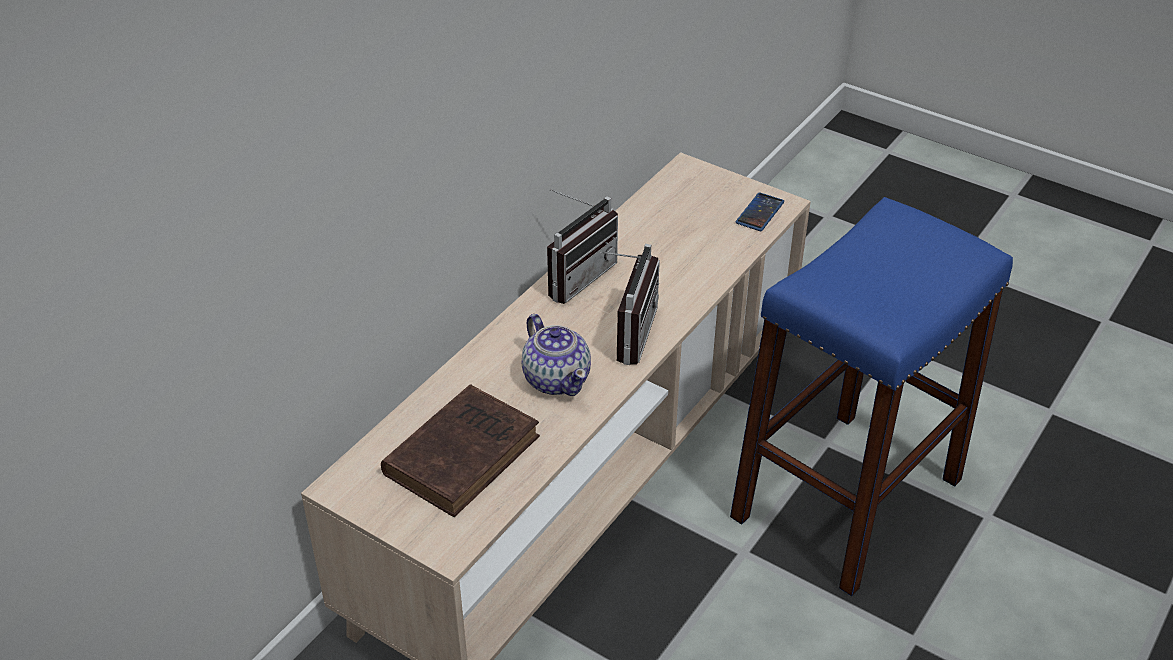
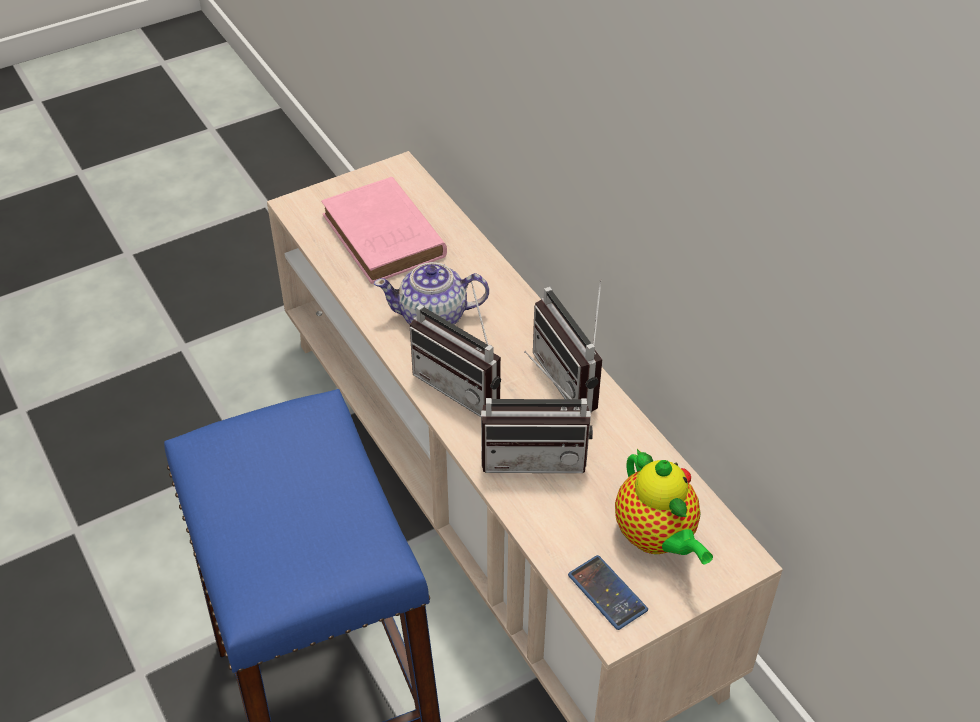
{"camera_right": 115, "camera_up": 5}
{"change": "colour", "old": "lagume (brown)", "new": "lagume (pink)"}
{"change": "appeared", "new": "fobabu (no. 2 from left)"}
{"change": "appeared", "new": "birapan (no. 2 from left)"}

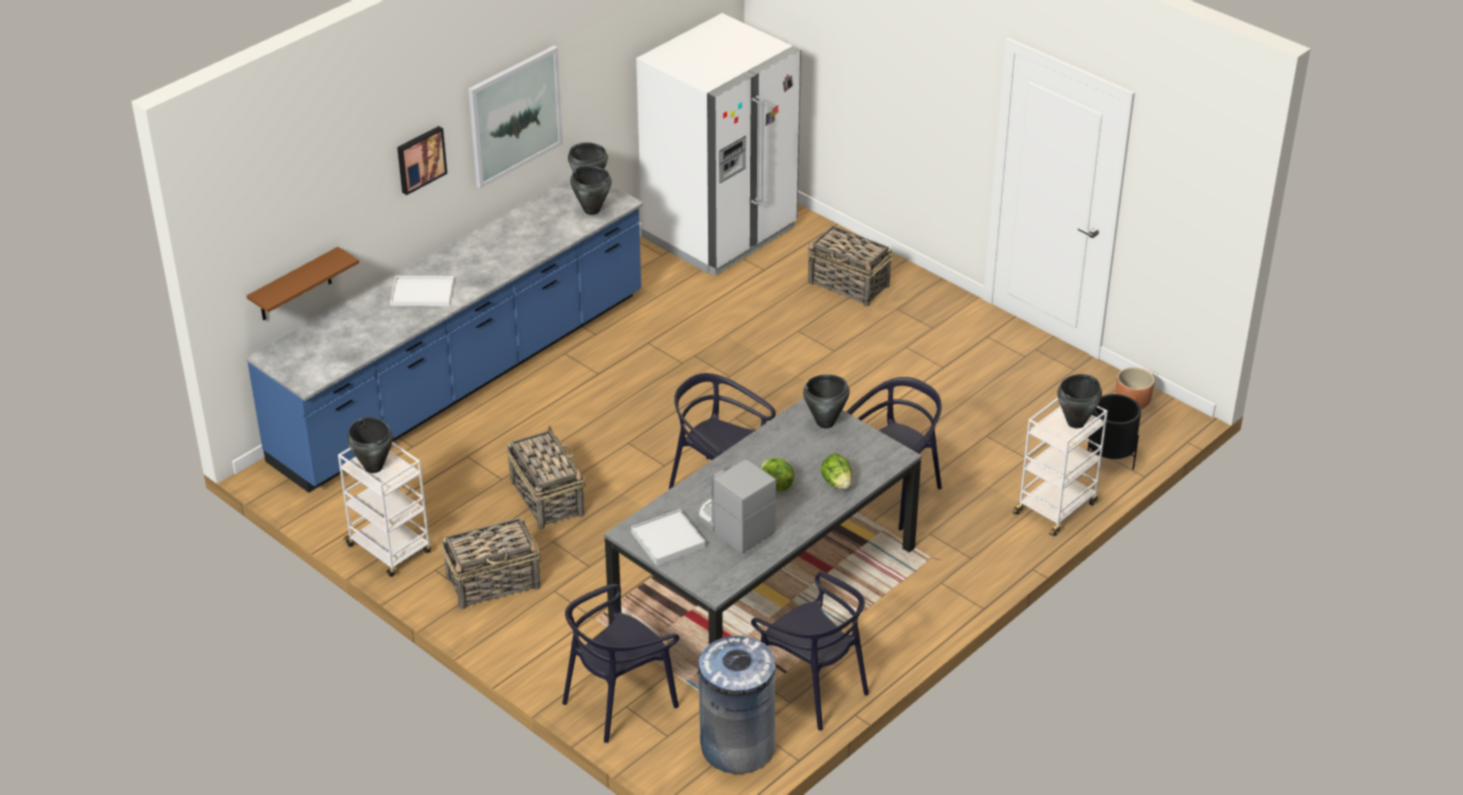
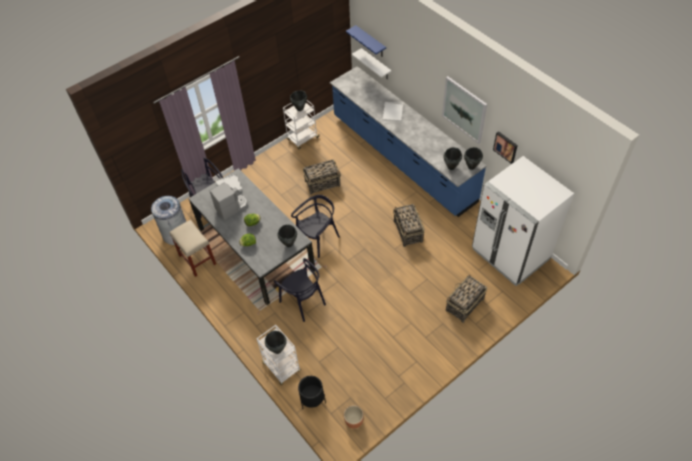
{"camera_right": 100, "camera_up": 15}
{"change": "colour", "old": "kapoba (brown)", "new": "kapoba (white)"}
{"change": "relocated", "old": "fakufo (no. 1 from left in the first image)", "new": "fakufo (no. 2 from left)"}
{"change": "relocated", "old": "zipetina (no. 1 from left in the first image)", "new": "zipetina (no. 2 from left)"}
{"change": "exchanged", "old": "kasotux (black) (no. 3 from left)", "new": "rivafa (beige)"}
{"change": "appeared", "new": "kapoba (blue)"}

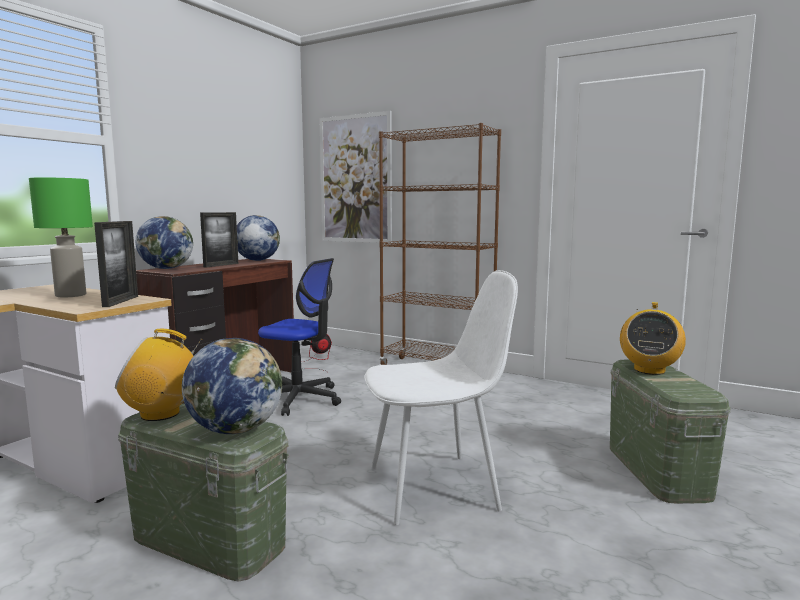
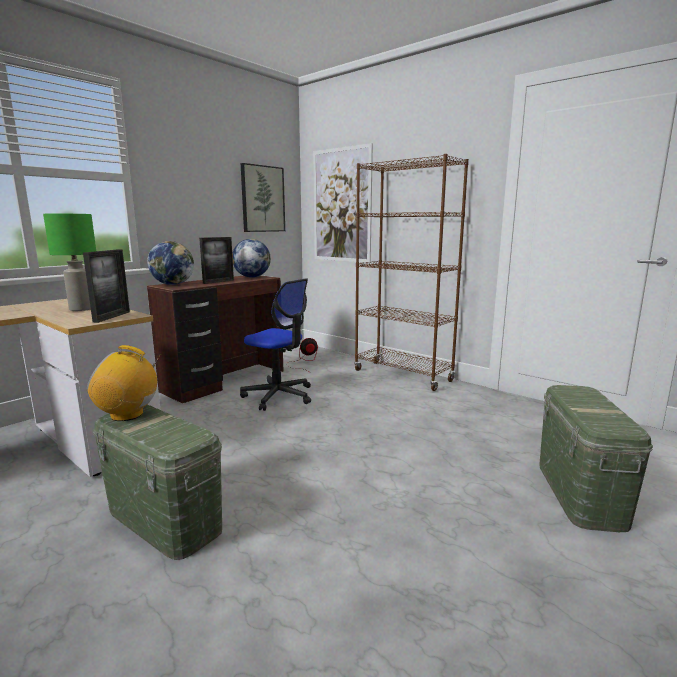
{"camera_right": 10, "camera_up": 5}
{"change": "missing", "old": "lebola (no. 2 from left)"}
{"change": "missing", "old": "kasotux (white)"}
{"change": "missing", "old": "fobabu (no. 2 from left)"}
{"change": "appeared", "new": "fakufo (no. 1 from left)"}

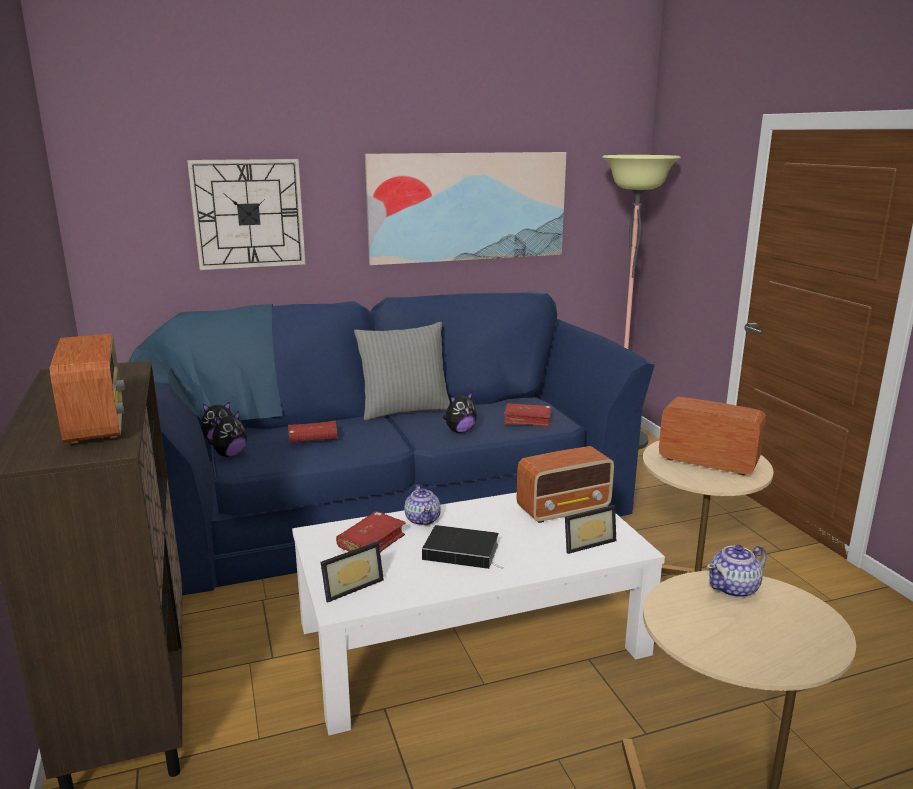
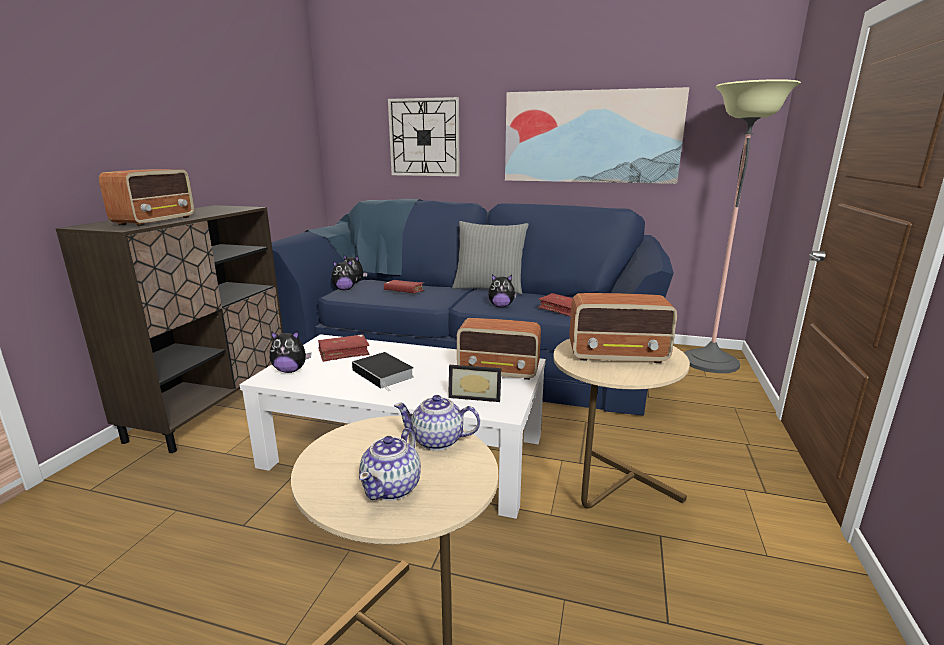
{"camera_right": 35, "camera_up": 0}
{"change": "exchanged", "old": "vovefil (no. 1 from left)", "new": "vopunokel (no. 1 from left)"}
{"change": "relocated", "old": "birapan (no. 1 from left)"}
{"change": "spun", "old": "fobabu (no. 3 from left)", "degrees": 120}

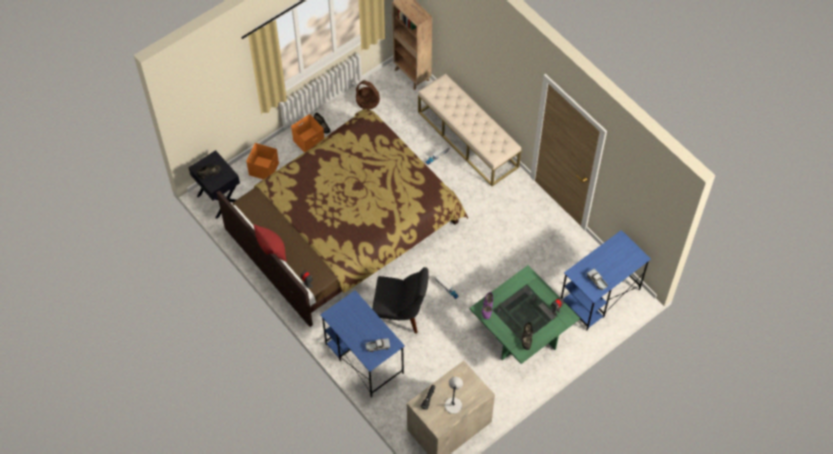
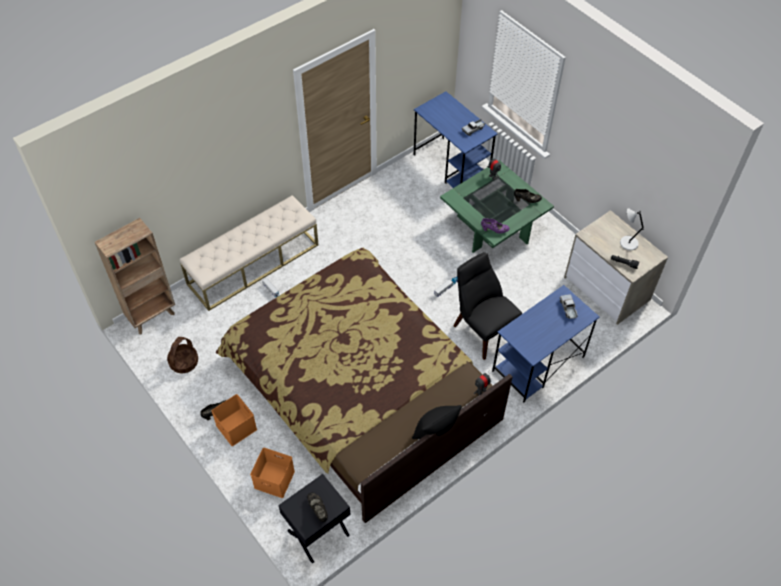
{"camera_right": -90, "camera_up": -5}
{"change": "colour", "old": "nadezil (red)", "new": "nadezil (black)"}
{"change": "spun", "old": "kasotux (black)", "degrees": -45}

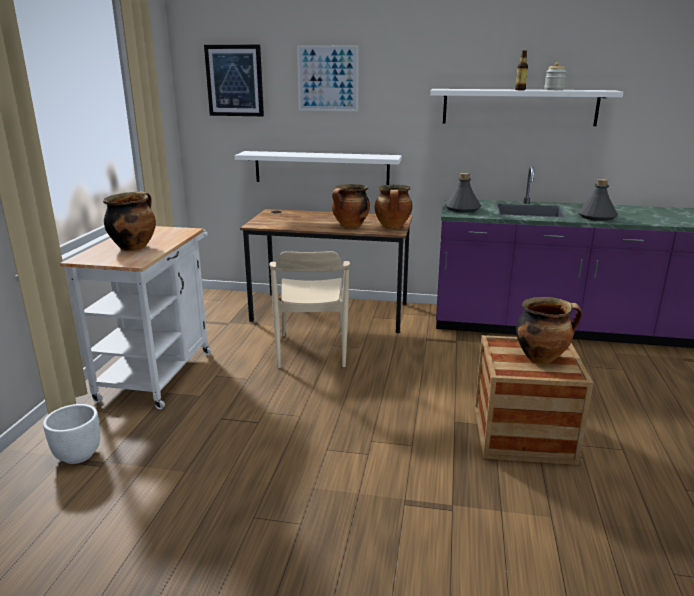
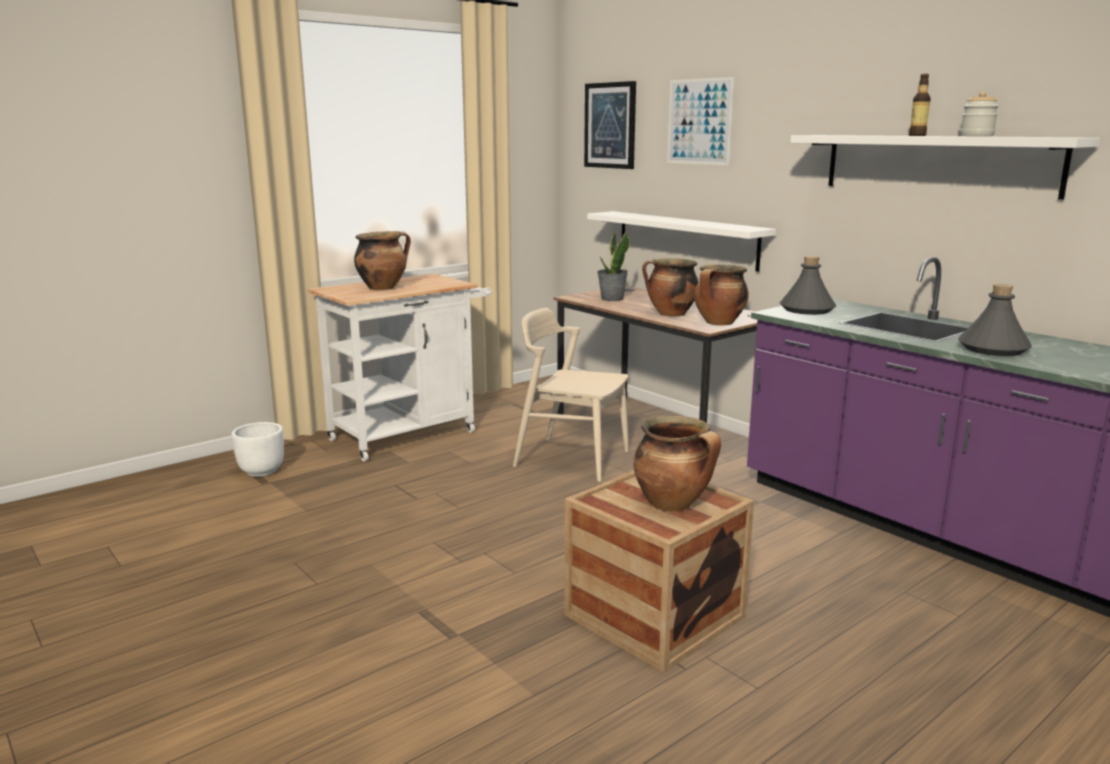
{"camera_right": 40, "camera_up": -5}
{"change": "spun", "old": "kasotux (beige)", "degrees": 75}
{"change": "appeared", "new": "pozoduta"}

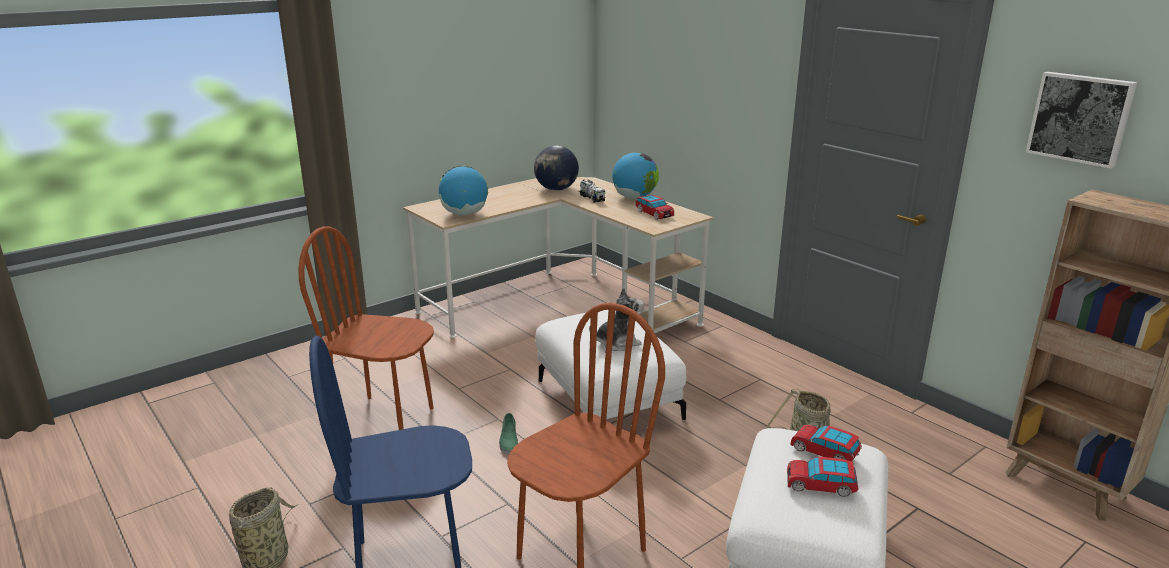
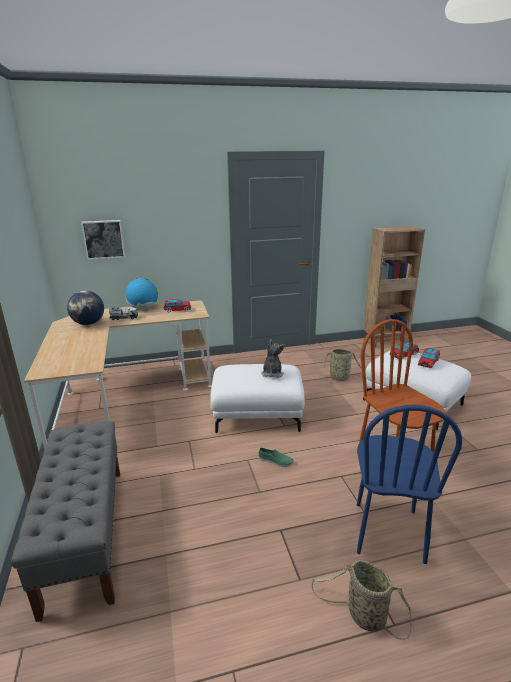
{"camera_right": -65, "camera_up": 0}
{"change": "missing", "old": "kasotux (brown) (no. 1 from left)"}
{"change": "missing", "old": "lebola (no. 1 from left)"}
{"change": "relocated", "old": "fakufo"}
{"change": "appeared", "new": "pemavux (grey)"}

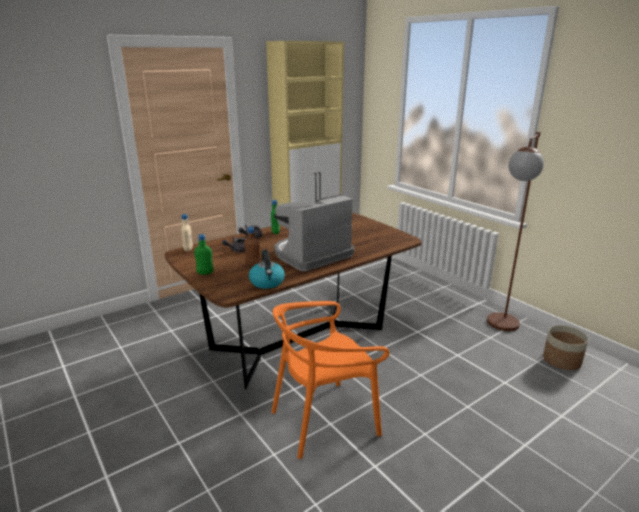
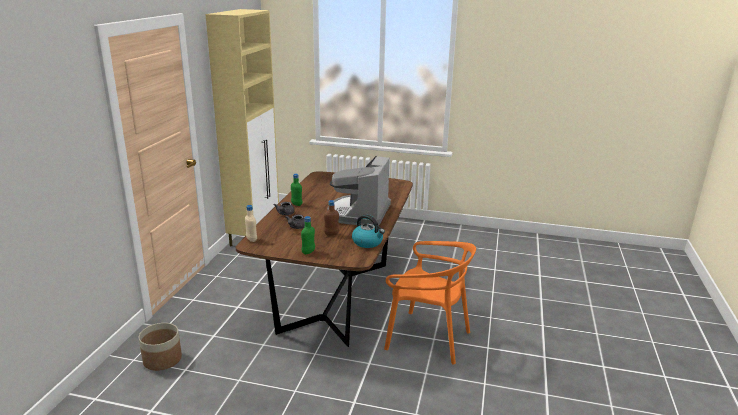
{"camera_right": -40, "camera_up": 0}
{"change": "spun", "old": "kasotux (orange)", "degrees": -90}
{"change": "missing", "old": "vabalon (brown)"}
{"change": "relocated", "old": "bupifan"}

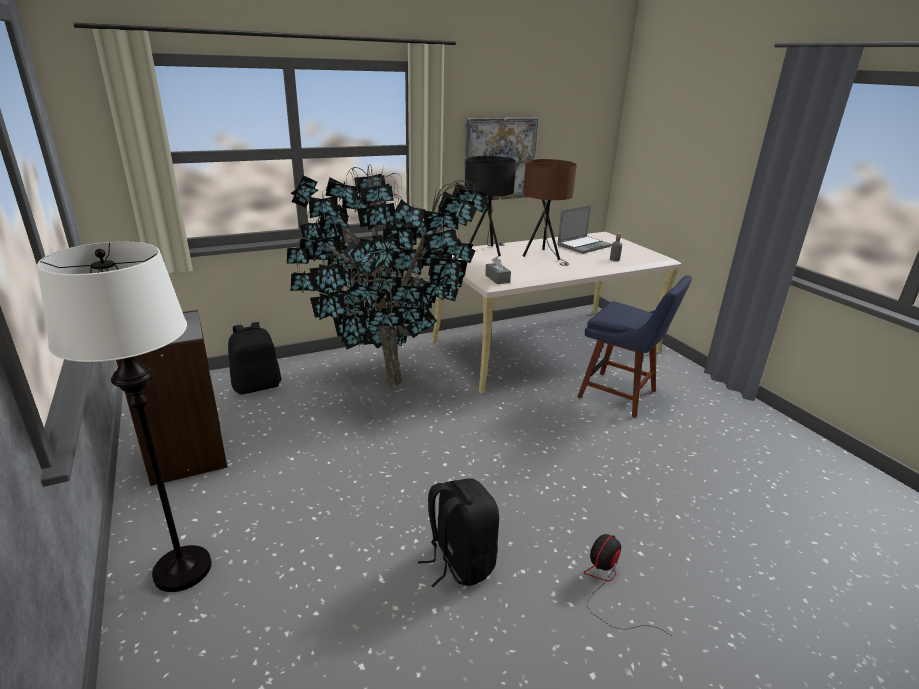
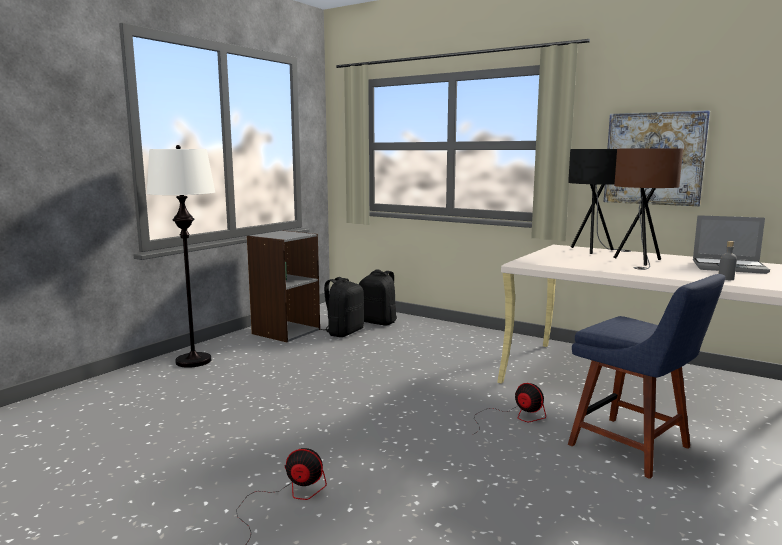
{"camera_right": 60, "camera_up": -15}
{"change": "missing", "old": "pozoduta"}
{"change": "relocated", "old": "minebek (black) (no. 2 from left in the first image)", "new": "minebek (black) (no. 1 from left)"}
{"change": "missing", "old": "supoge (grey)"}
{"change": "spun", "old": "kasotux (blue)", "degrees": -45}
{"change": "appeared", "new": "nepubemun (no. 2 from left)"}

